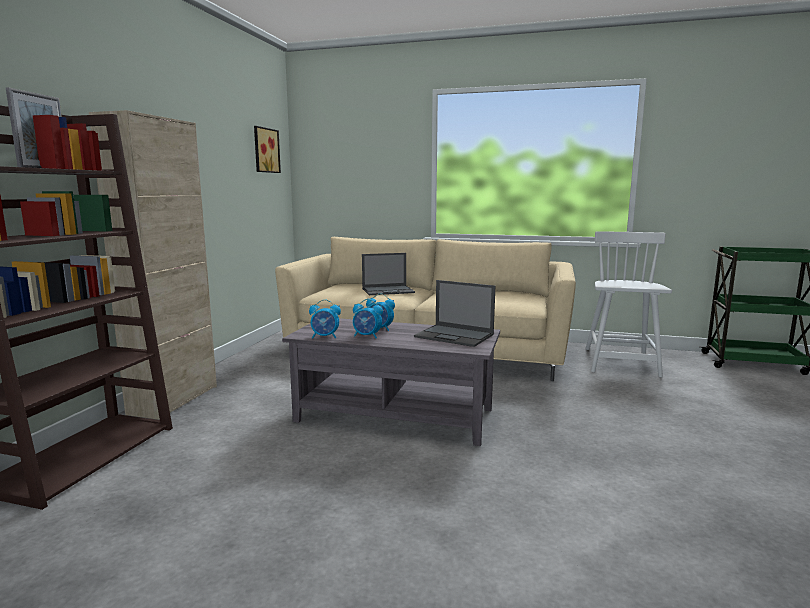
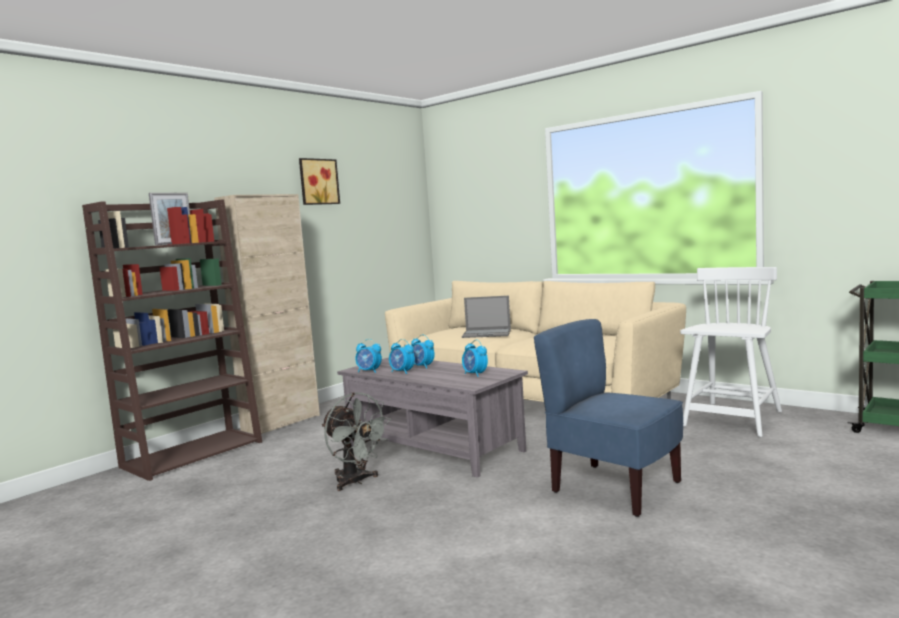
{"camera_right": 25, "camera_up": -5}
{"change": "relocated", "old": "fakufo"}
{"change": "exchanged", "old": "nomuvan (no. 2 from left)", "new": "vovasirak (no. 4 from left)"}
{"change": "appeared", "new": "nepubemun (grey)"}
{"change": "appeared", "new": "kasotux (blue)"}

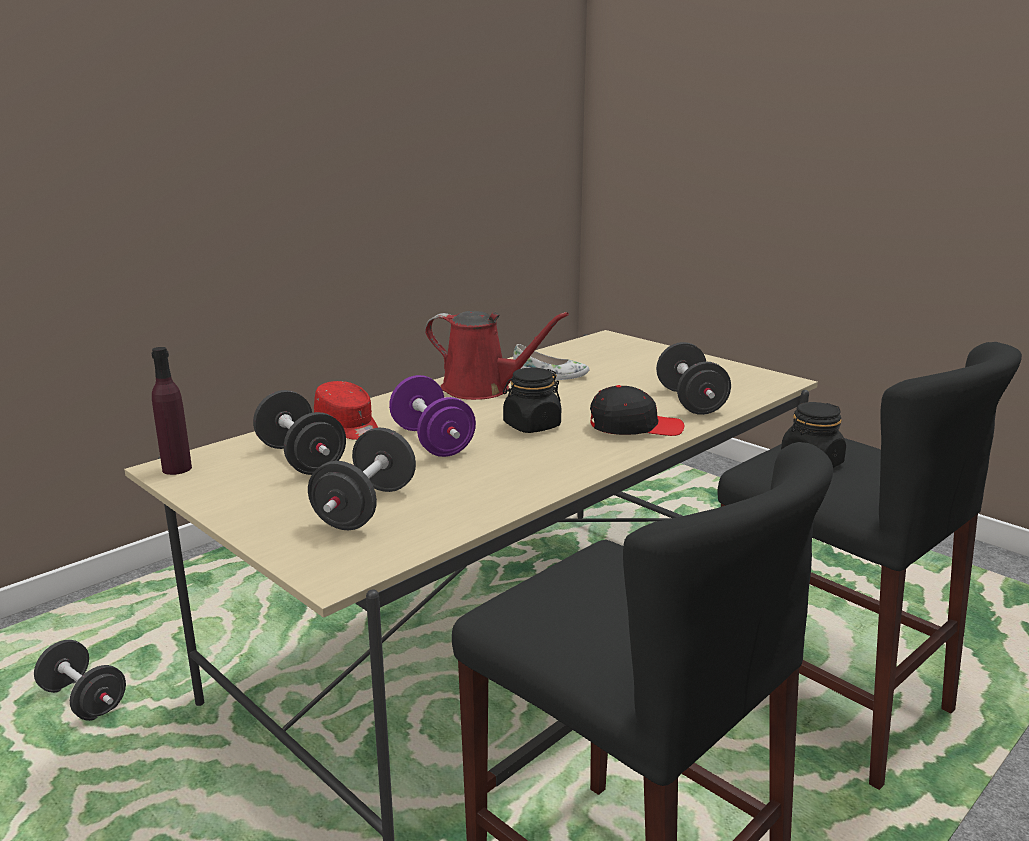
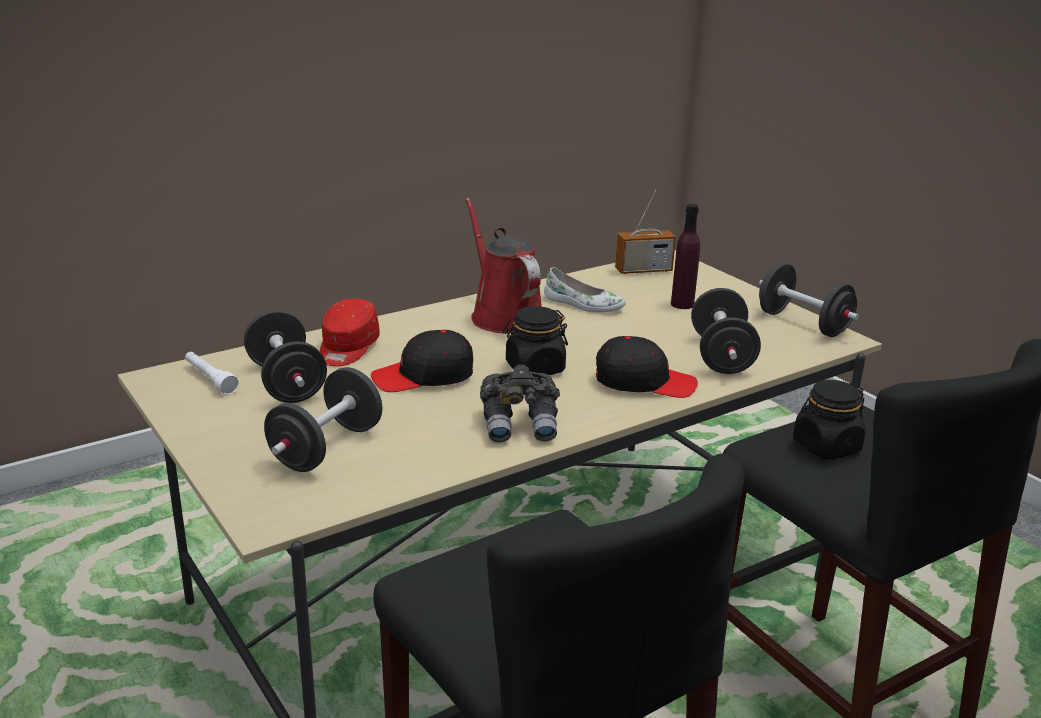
{"camera_right": 10, "camera_up": 5}
{"change": "relocated", "old": "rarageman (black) (no. 1 from left in the first image)", "new": "rarageman (black) (no. 4 from left)"}
{"change": "relocated", "old": "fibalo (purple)"}
{"change": "spun", "old": "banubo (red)", "degrees": 45}
{"change": "exchanged", "old": "rarageman (purple)", "new": "banubo (black) (no. 1 from left)"}
{"change": "spun", "old": "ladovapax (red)", "degrees": -150}
{"change": "appeared", "new": "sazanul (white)"}
{"change": "appeared", "new": "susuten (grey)"}
{"change": "appeared", "new": "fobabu"}

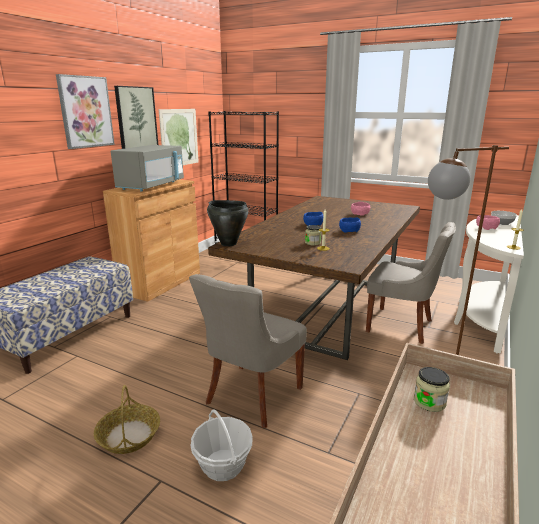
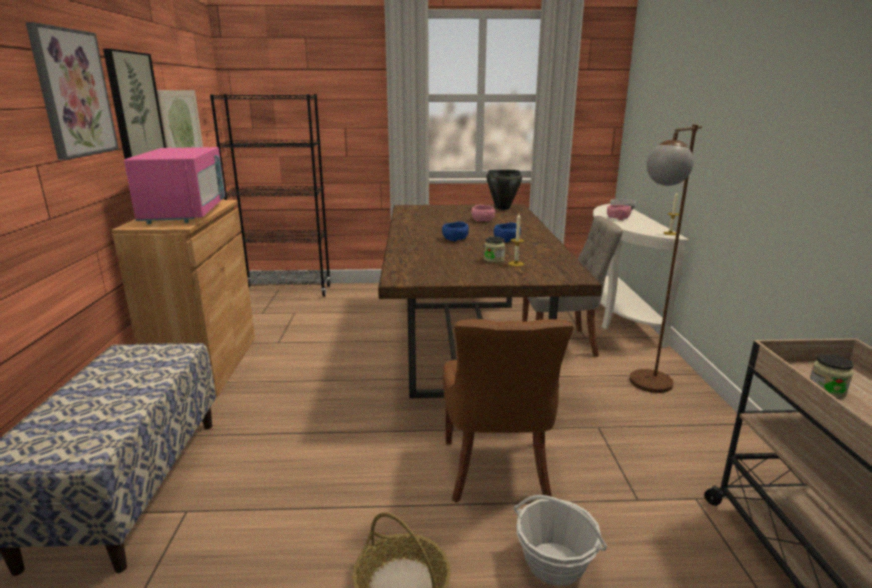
{"camera_right": -30, "camera_up": 0}
{"change": "colour", "old": "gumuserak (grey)", "new": "gumuserak (pink)"}
{"change": "colour", "old": "kasotux (grey) (no. 1 from left)", "new": "kasotux (brown)"}
{"change": "relocated", "old": "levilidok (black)"}

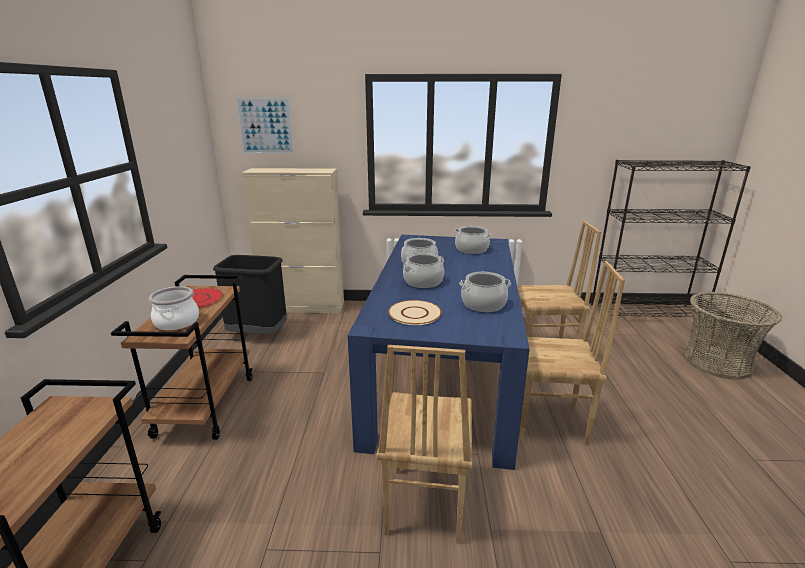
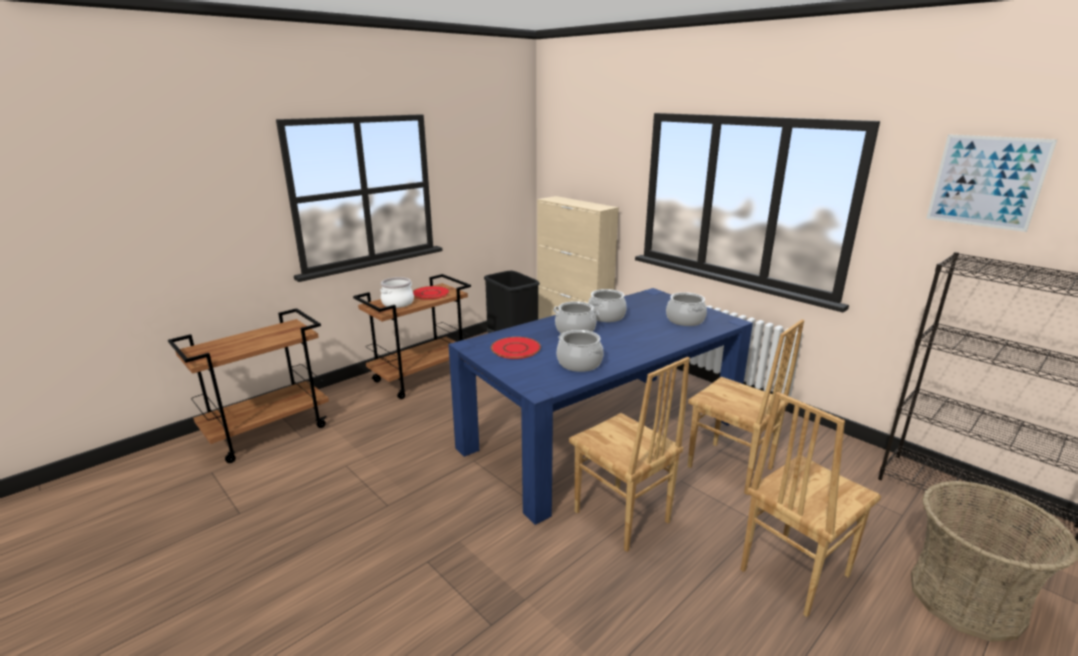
{"camera_right": 45, "camera_up": 0}
{"change": "relocated", "old": "fakufo"}
{"change": "relocated", "old": "kasotux (brown) (no. 1 from left in the first image)", "new": "kasotux (brown) (no. 3 from left)"}
{"change": "colour", "old": "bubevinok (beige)", "new": "bubevinok (red) (no. 2 from left)"}

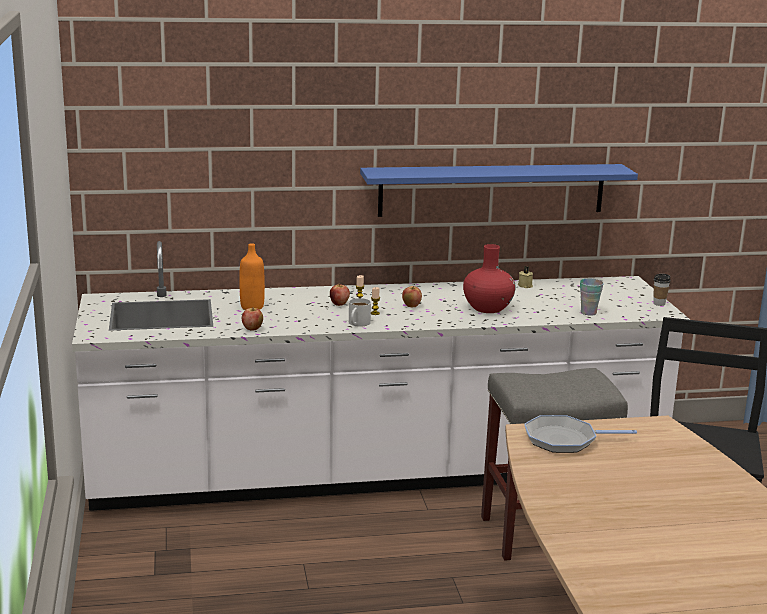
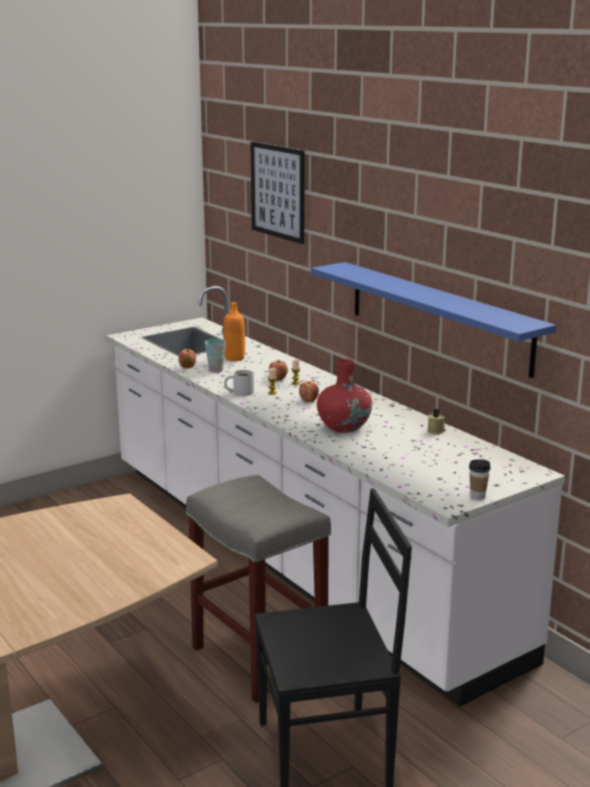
{"camera_right": 65, "camera_up": 0}
{"change": "missing", "old": "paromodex"}
{"change": "relocated", "old": "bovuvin (no. 1 from left)"}
{"change": "appeared", "new": "fakufo"}

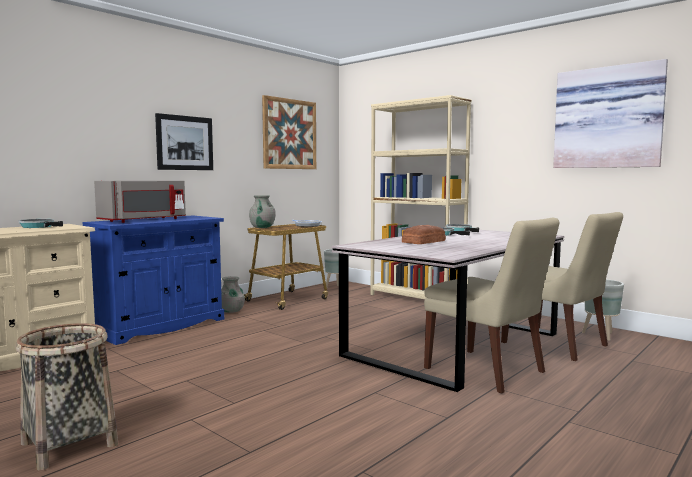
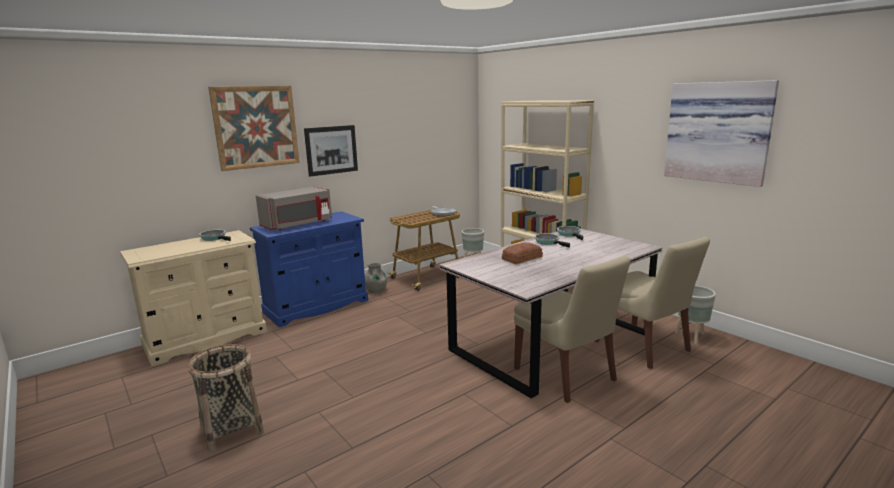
{"camera_right": 10, "camera_up": 10}
{"change": "missing", "old": "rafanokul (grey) (no. 2 from left)"}
{"change": "relocated", "old": "fakufo (no. 2 from left in the first image)", "new": "fakufo (no. 1 from left)"}

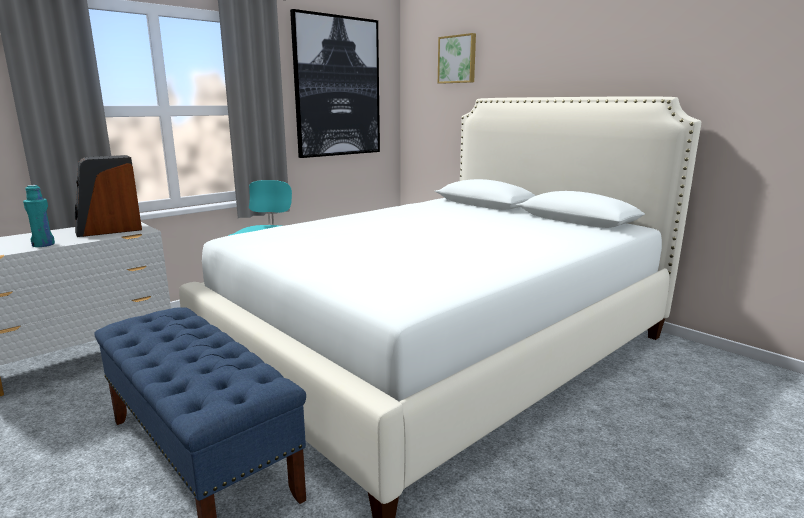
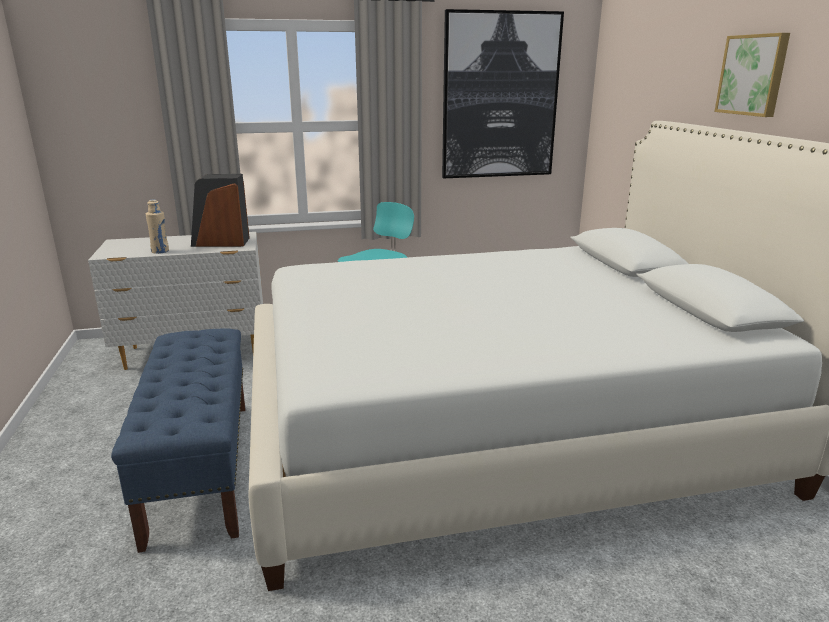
{"camera_right": 30, "camera_up": 5}
{"change": "colour", "old": "fibalo (turquoise)", "new": "fibalo (beige)"}
{"change": "relocated", "old": "fakufo (no. 2 from left)"}

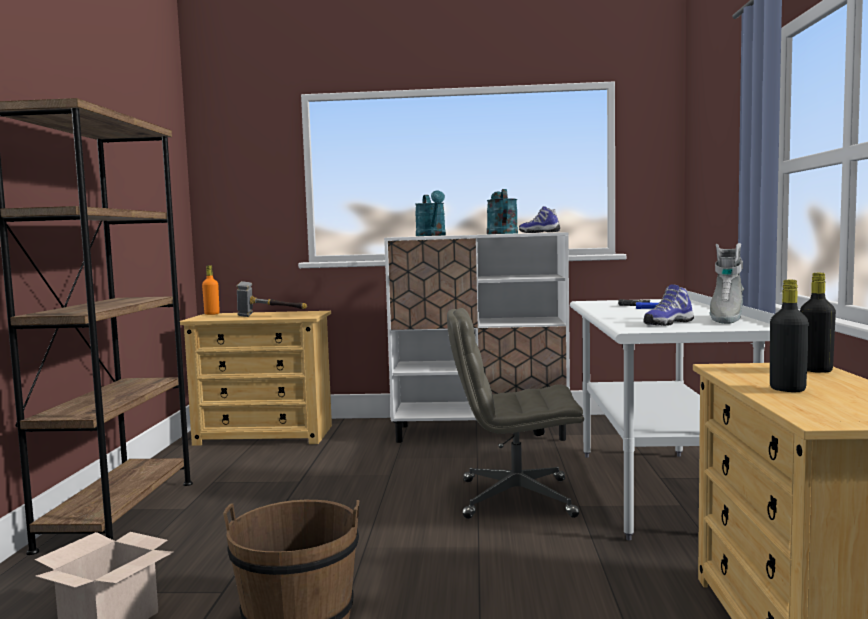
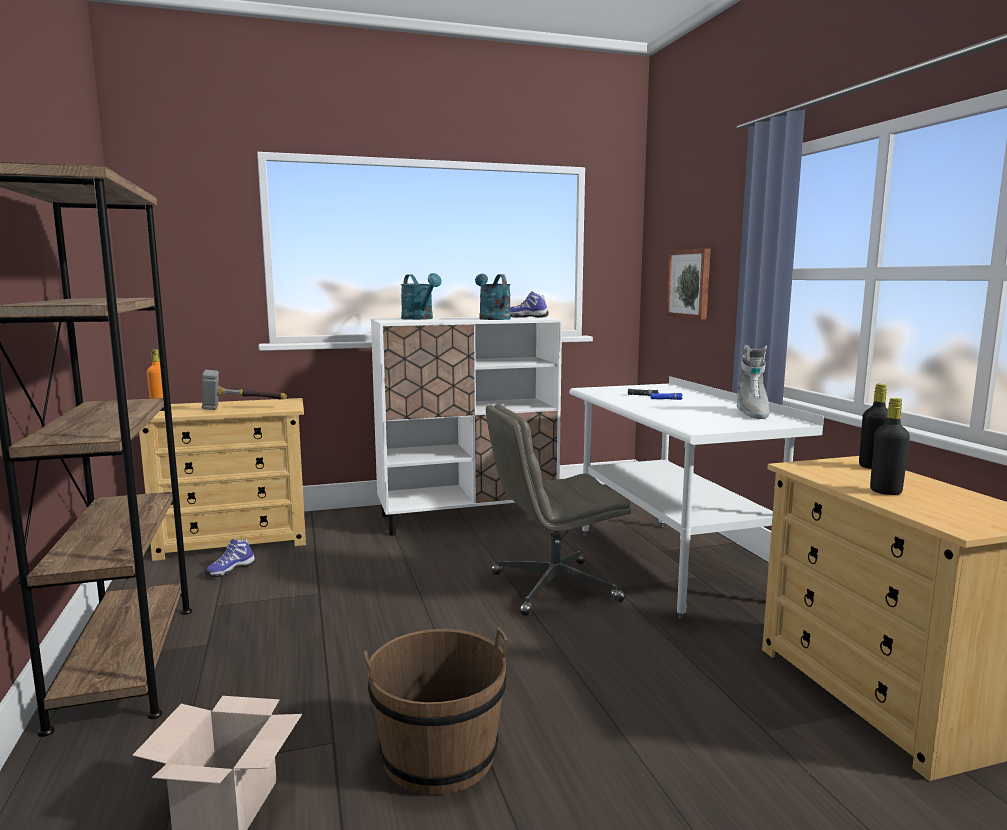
{"camera_right": -20, "camera_up": 5}
{"change": "relocated", "old": "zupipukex (no. 2 from left in the first image)", "new": "zupipukex (no. 1 from left)"}
{"change": "appeared", "new": "fakufo"}

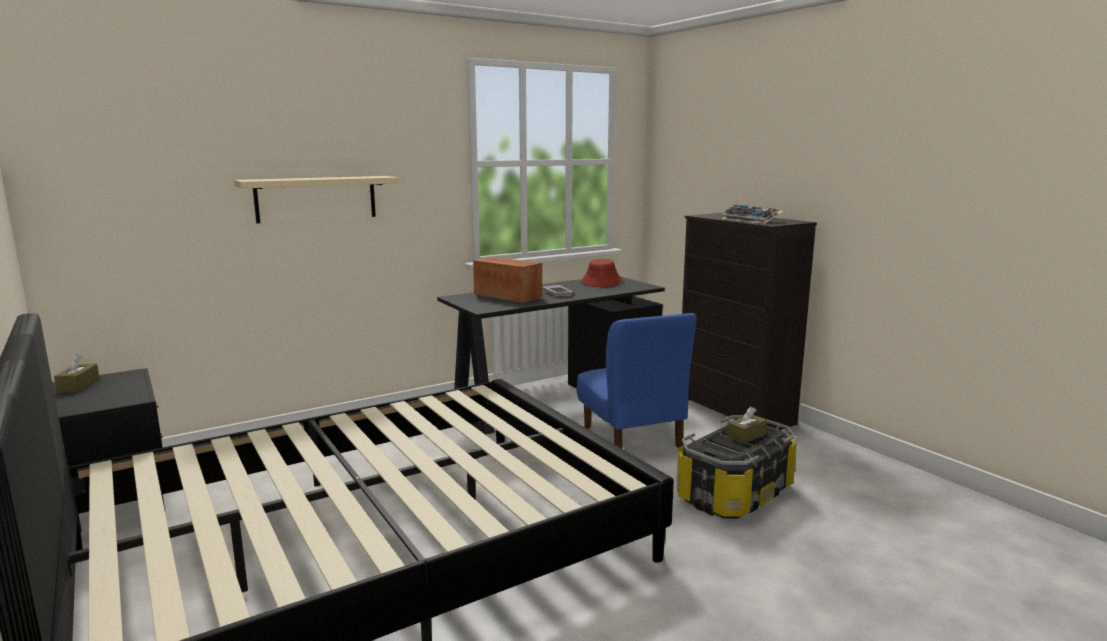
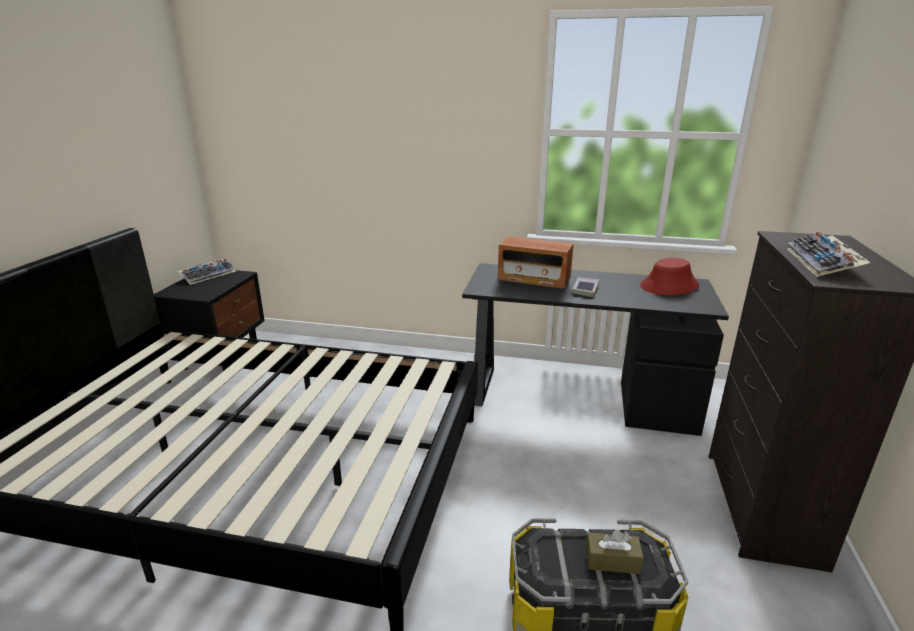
{"camera_right": 45, "camera_up": 10}
{"change": "exchanged", "old": "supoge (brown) (no. 1 from left)", "new": "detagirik (no. 1 from left)"}
{"change": "missing", "old": "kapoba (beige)"}
{"change": "spun", "old": "fobabu", "degrees": 120}
{"change": "missing", "old": "kasotux (blue)"}

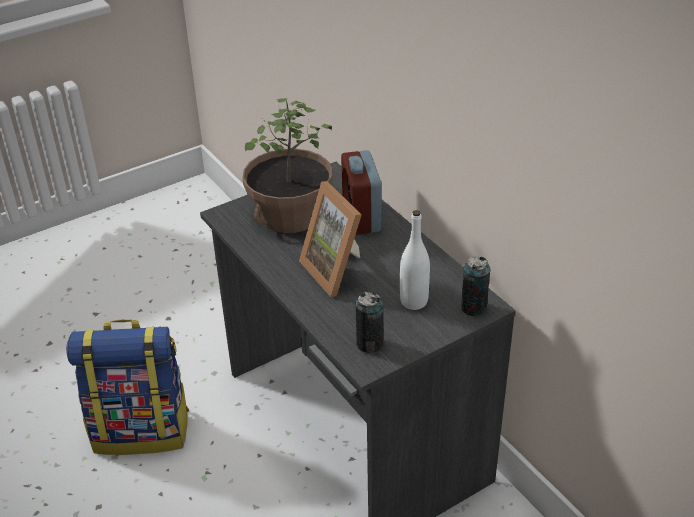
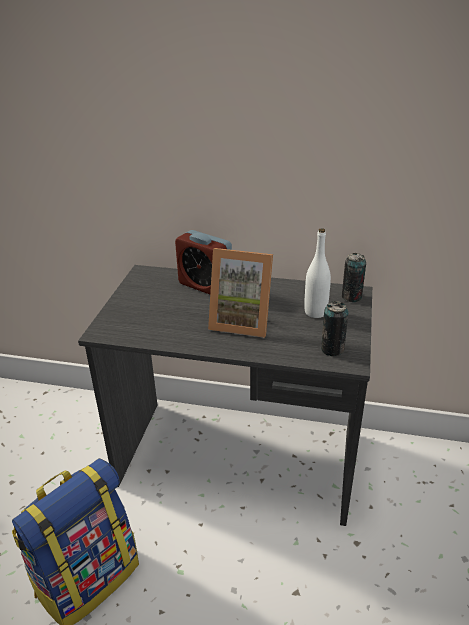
{"camera_right": -45, "camera_up": -5}
{"change": "missing", "old": "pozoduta"}

